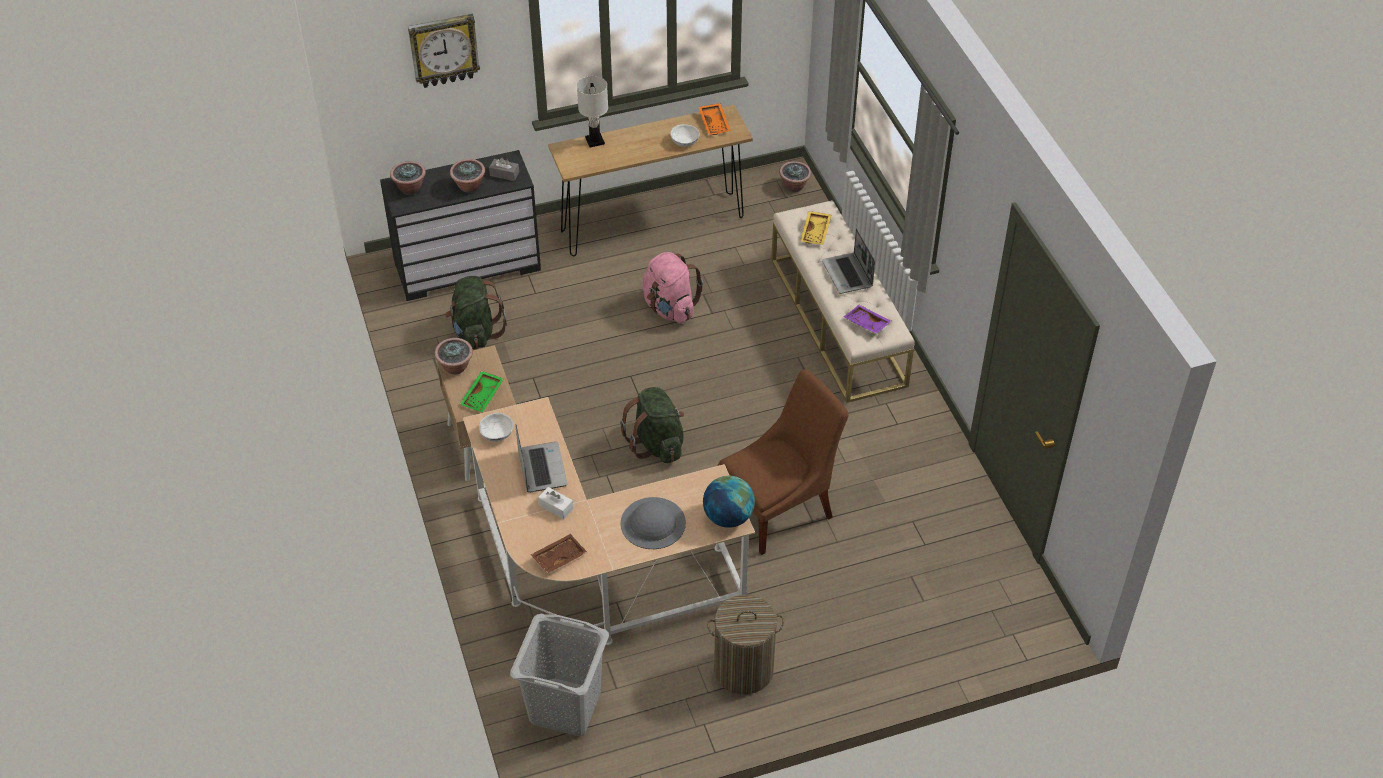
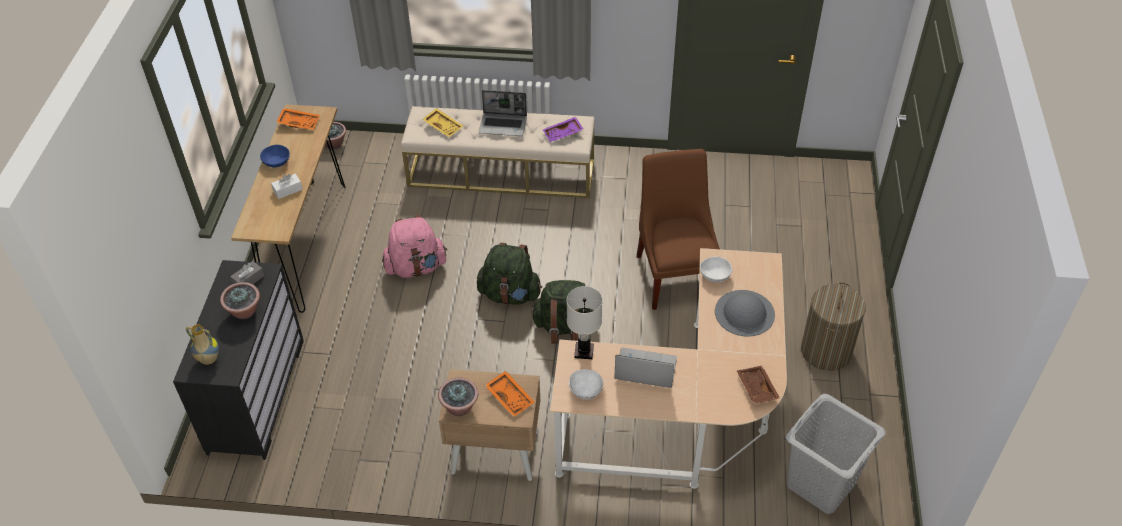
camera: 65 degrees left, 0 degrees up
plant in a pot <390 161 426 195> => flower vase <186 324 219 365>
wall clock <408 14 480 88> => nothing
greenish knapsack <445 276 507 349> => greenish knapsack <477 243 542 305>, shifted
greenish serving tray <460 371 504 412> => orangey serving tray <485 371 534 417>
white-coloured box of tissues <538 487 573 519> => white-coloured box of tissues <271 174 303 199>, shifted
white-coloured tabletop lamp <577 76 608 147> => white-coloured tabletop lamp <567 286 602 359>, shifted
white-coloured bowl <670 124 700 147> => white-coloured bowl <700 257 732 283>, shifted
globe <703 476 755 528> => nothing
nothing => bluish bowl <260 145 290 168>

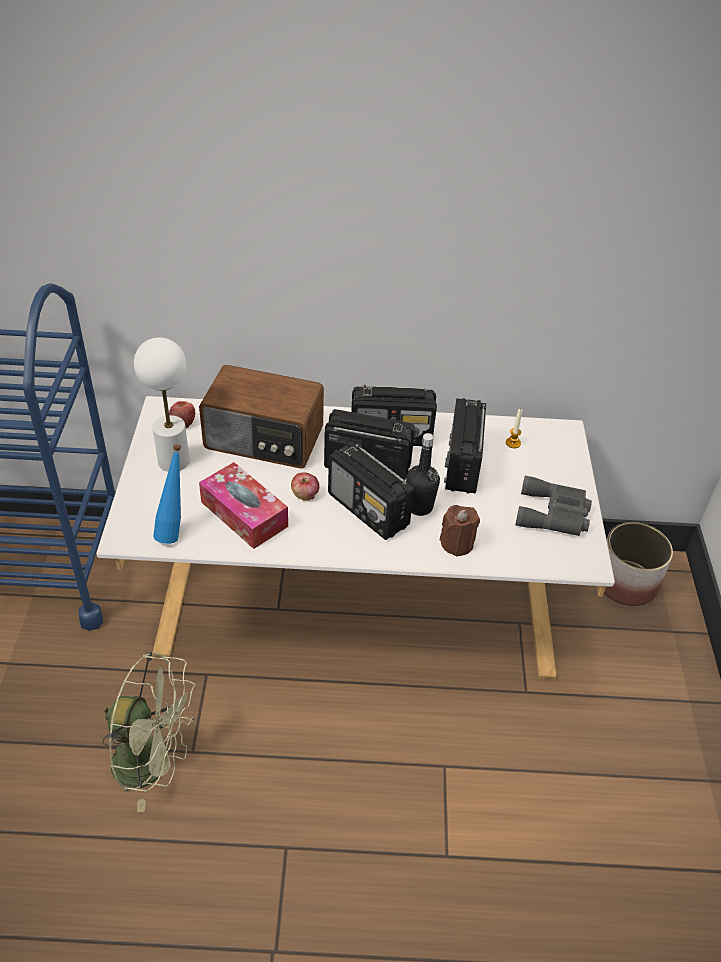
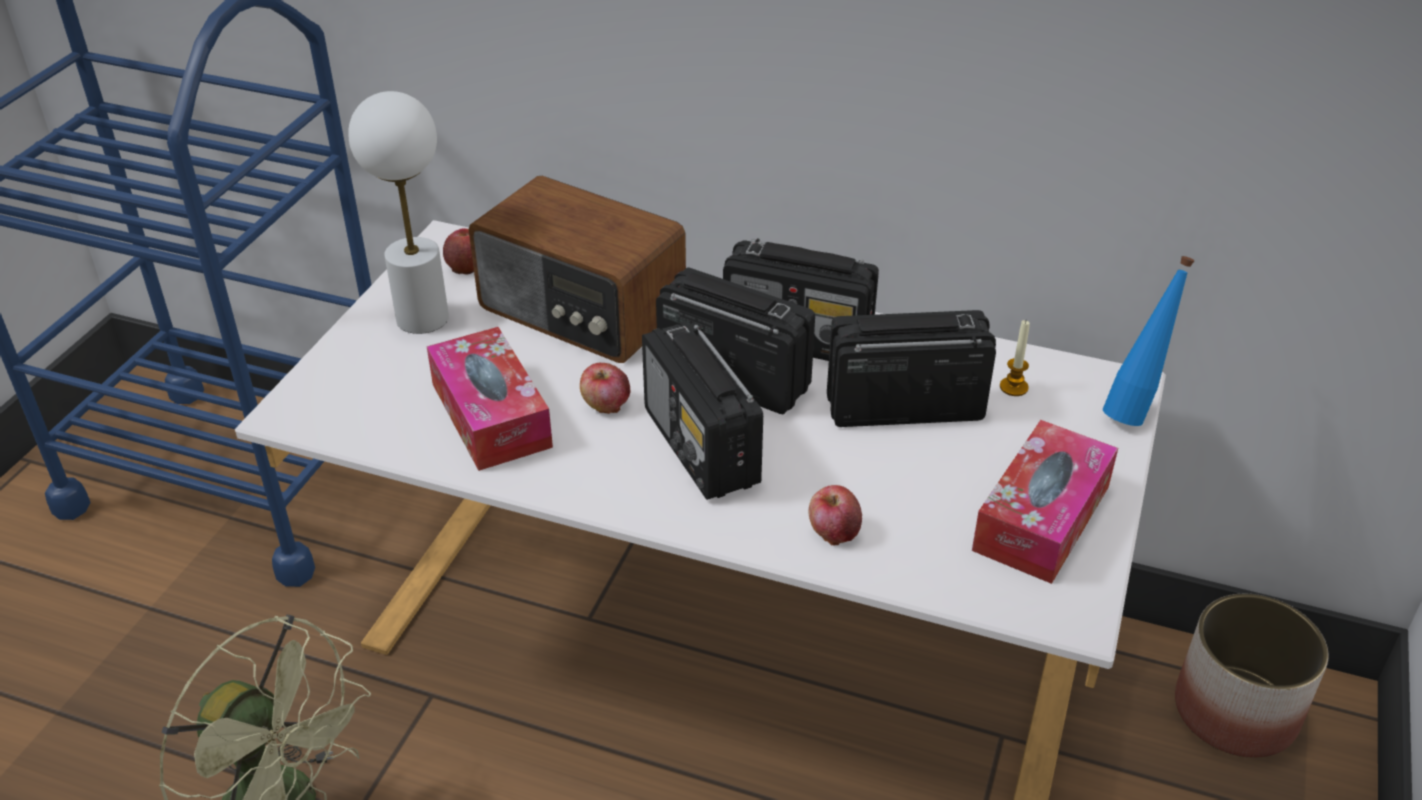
camera: 20 degrees right, 5 degrees down
bluish beverage bottle <153 444 181 544> => bluish beverage bottle <1103 256 1195 426>, shifted
blackish beverage bottle <406 433 440 516> => nothing
brown candle <440 505 480 557> => whole apple <809 485 862 546>
radio <444 398 486 494> => radio <827 310 996 427>, 60 degrees clockwise
gray pair of binoculars <515 476 592 536> => box of tissues <972 420 1118 584>

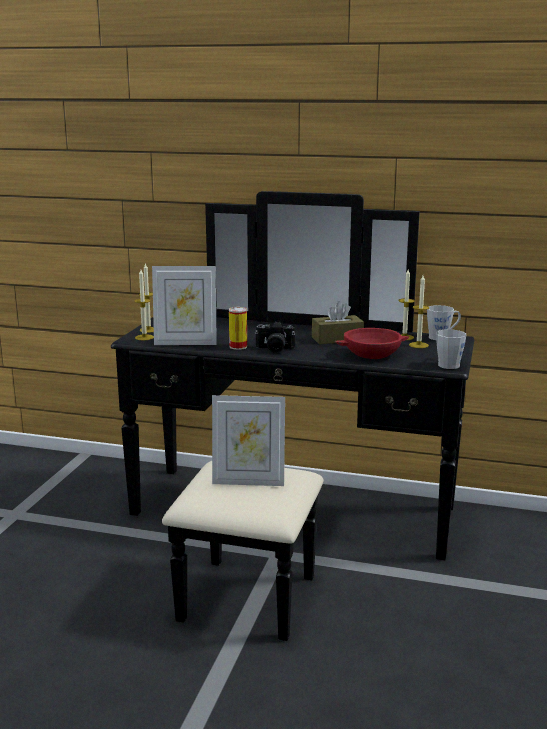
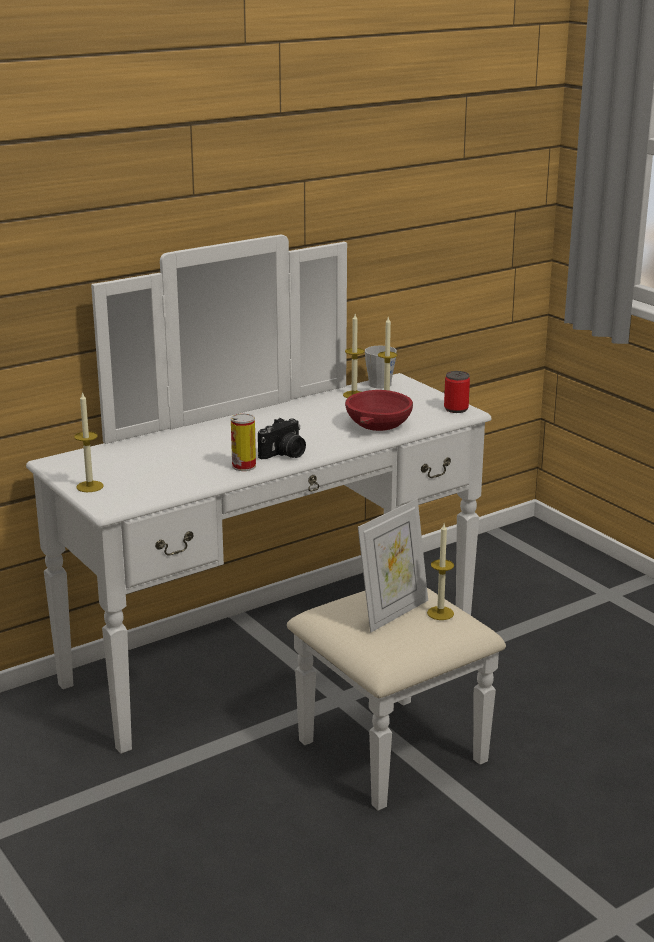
camera: 50 degrees left, 5 degrees up
blackish chest of drawers <111 191 474 641> => white-coloured chest of drawers <26 235 506 811>
candle <135 270 154 340> => candle <427 524 454 620>, shifted
photo frame <152 266 217 345> => nothing
brown box of tissues <312 301 364 344> => nothing
gray tea mug <436 329 466 369> => sealed can <444 371 470 413>

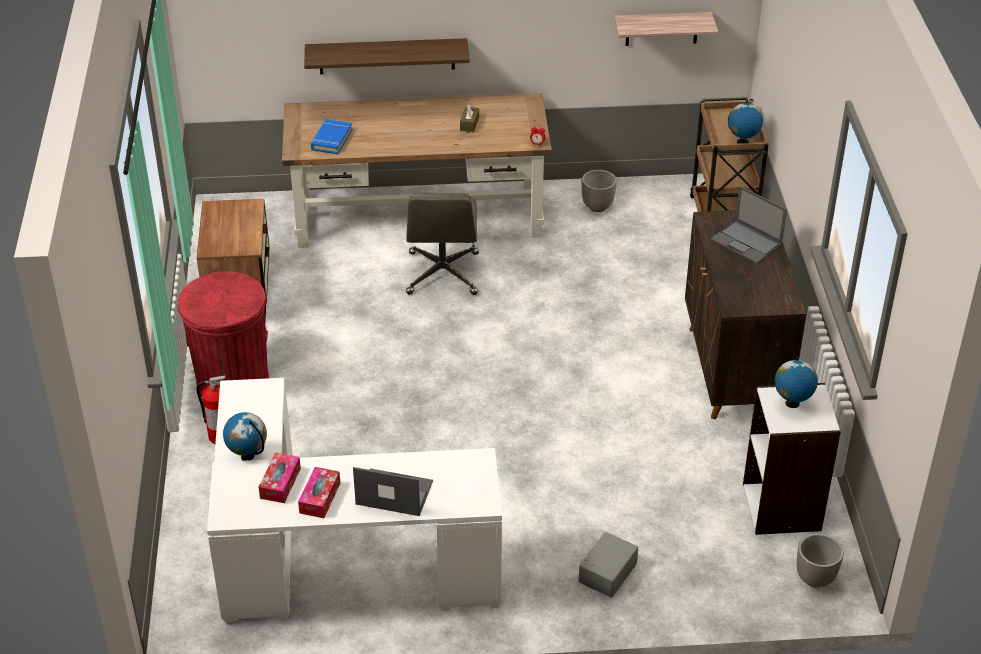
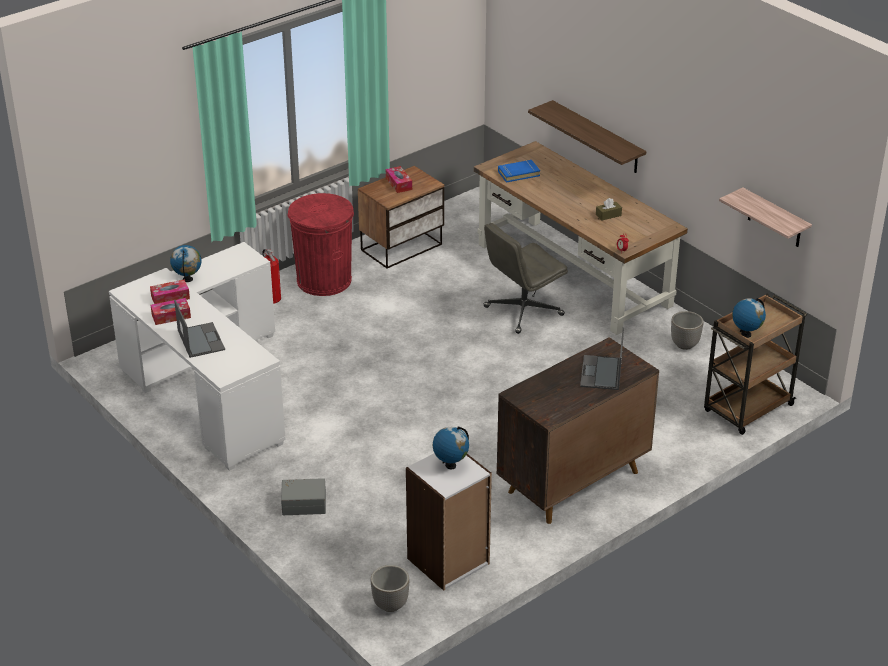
camera: 55 degrees right, 5 degrees down
nothing => box of tissues <386 166 412 193>

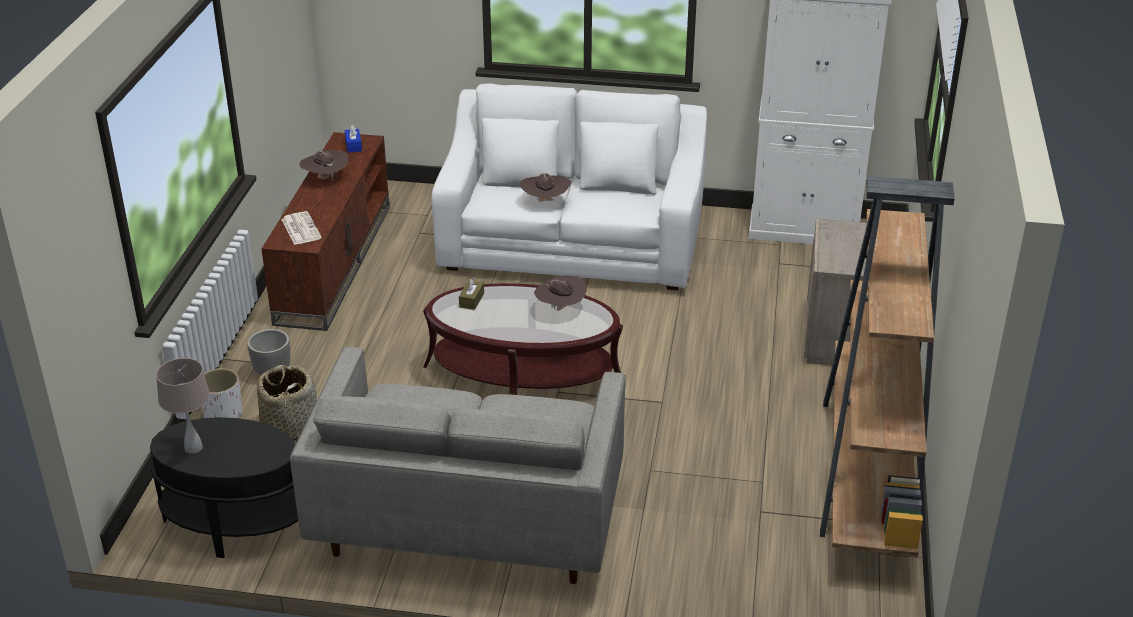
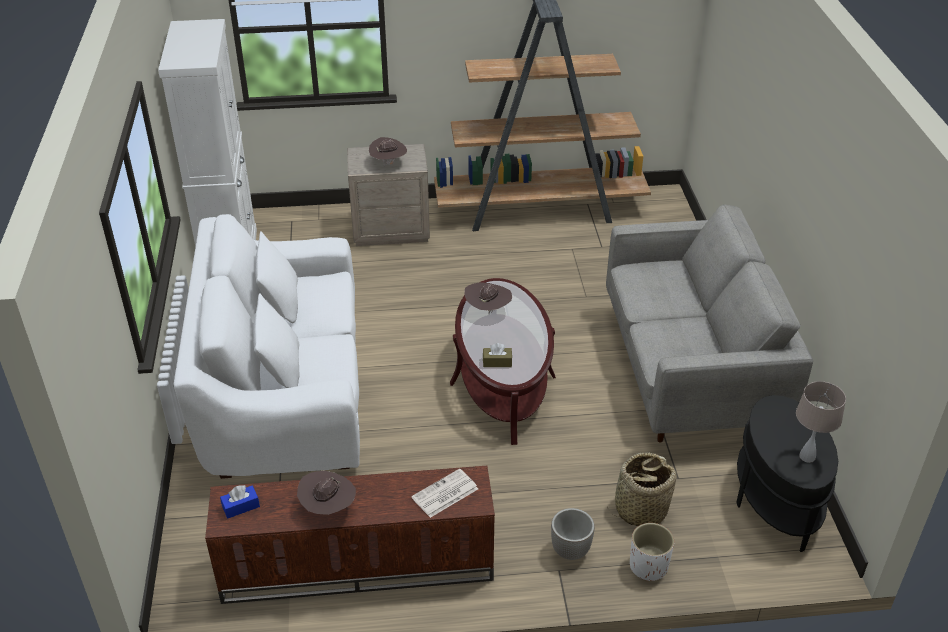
camera: 105 degrees left, 5 degrees up
brown hat <519 173 571 201> => brown hat <369 137 407 166>, shifted

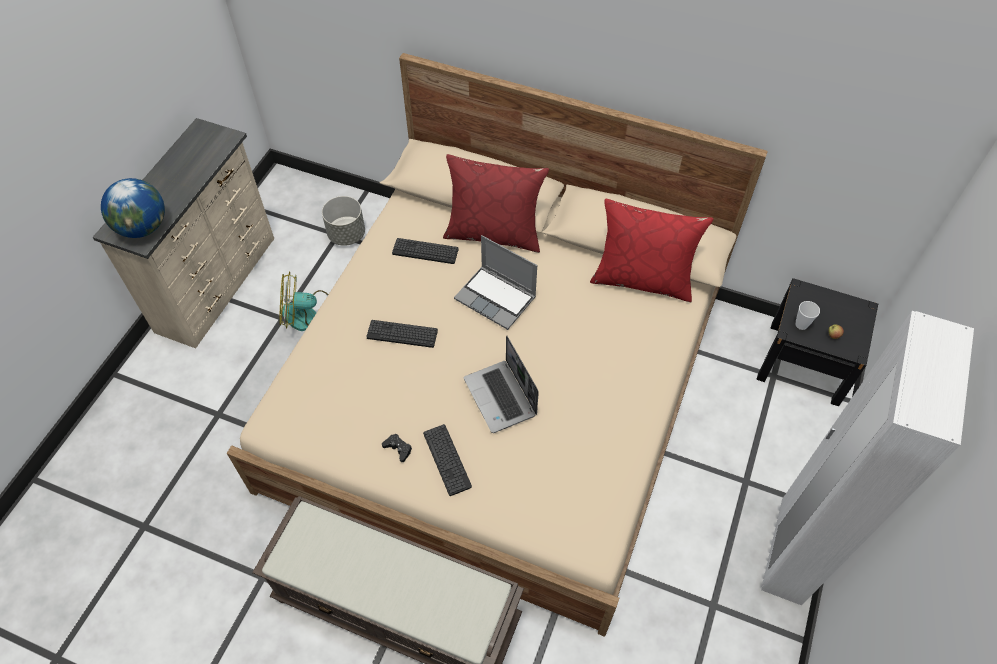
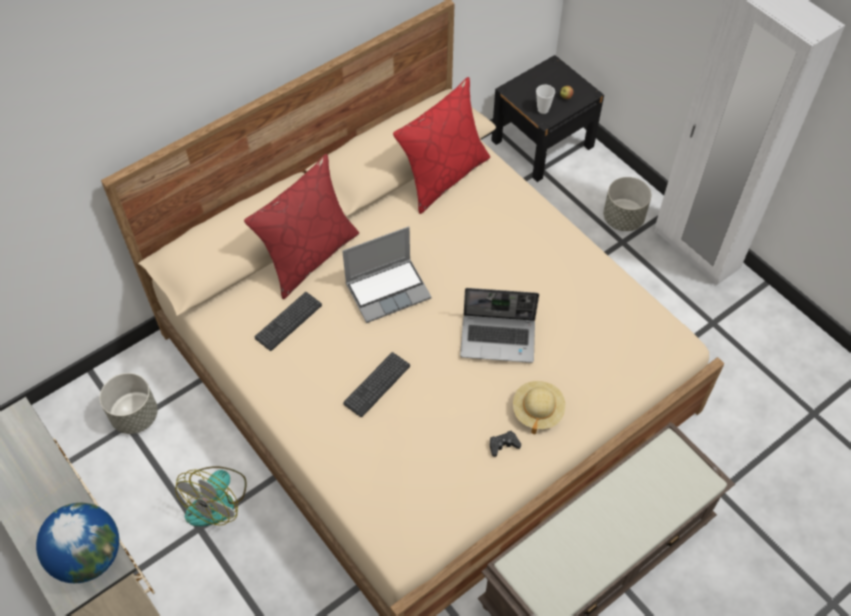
camera: 60 degrees left, 0 degrees up
PC keyboard <423 424 472 496> => sand-coloured hat <513 381 565 435>
nothing => gray flower pot <603 177 651 231>

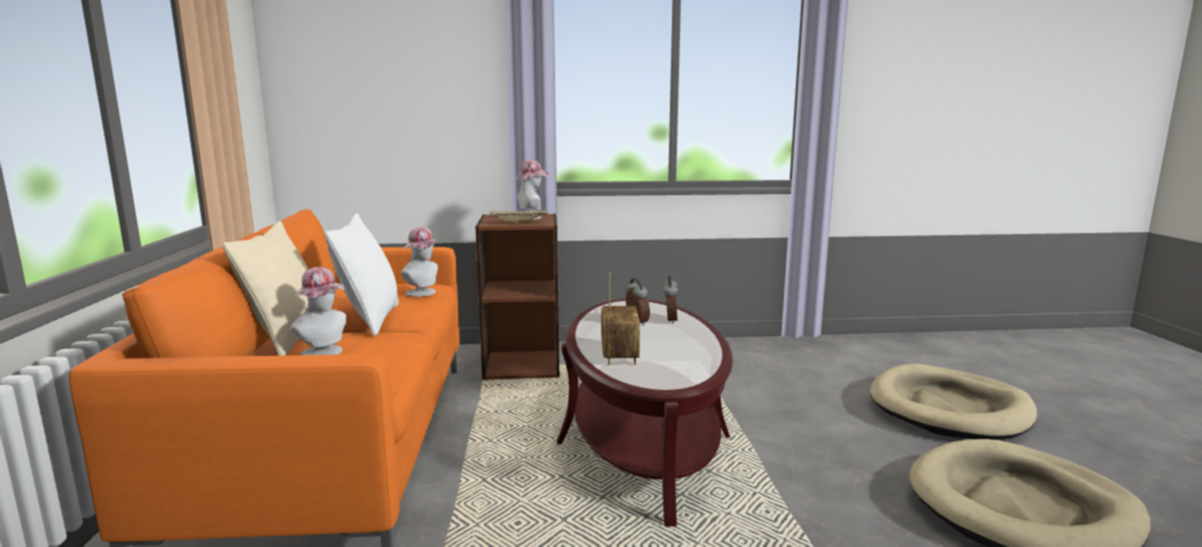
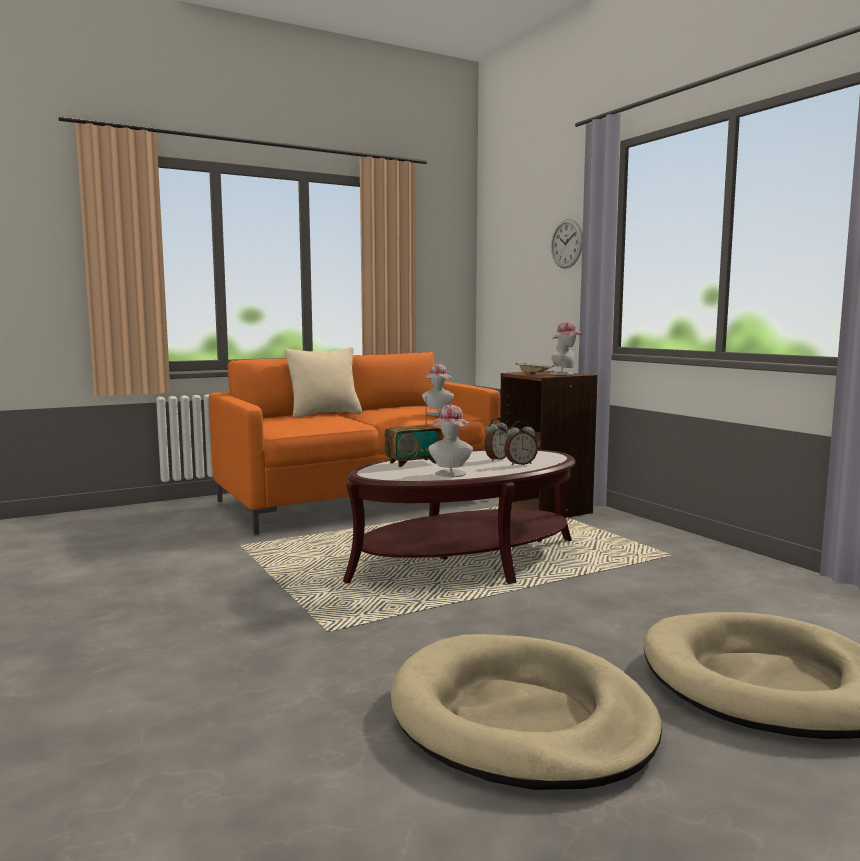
camera: 65 degrees right, 5 degrees down
hat <291 267 347 355> => hat <429 405 473 477>, shifted
white-coloured cushion <325 213 399 336> => nothing
nothing => wall clock <551 219 583 269>

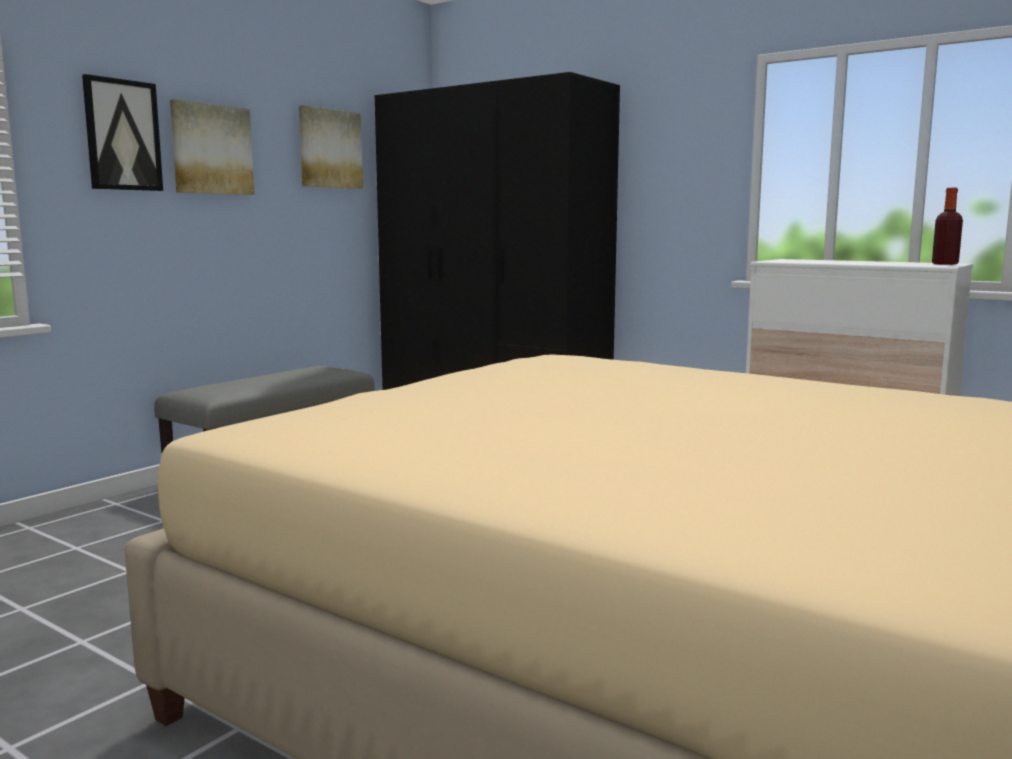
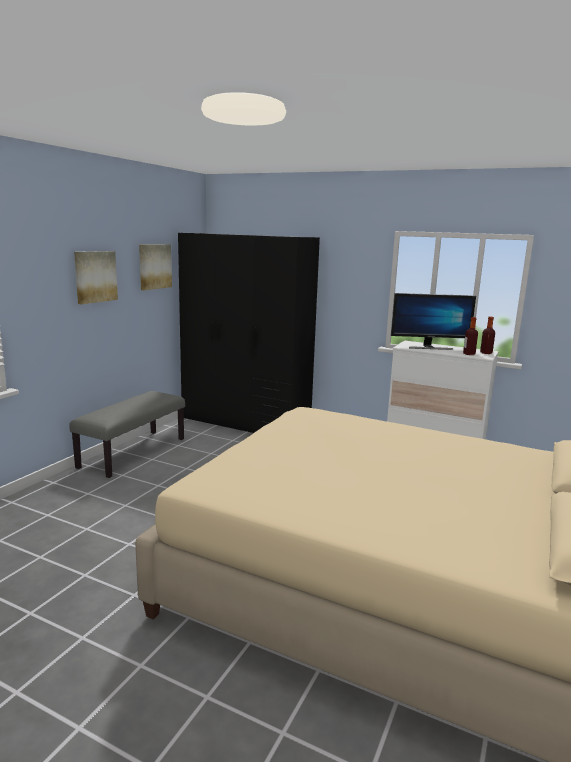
camera: 10 degrees left, 5 degrees up
wall art <82 74 163 191> => nothing
nothing => monitor <391 293 476 350>
nothing => beverage bottle <463 317 478 355>

